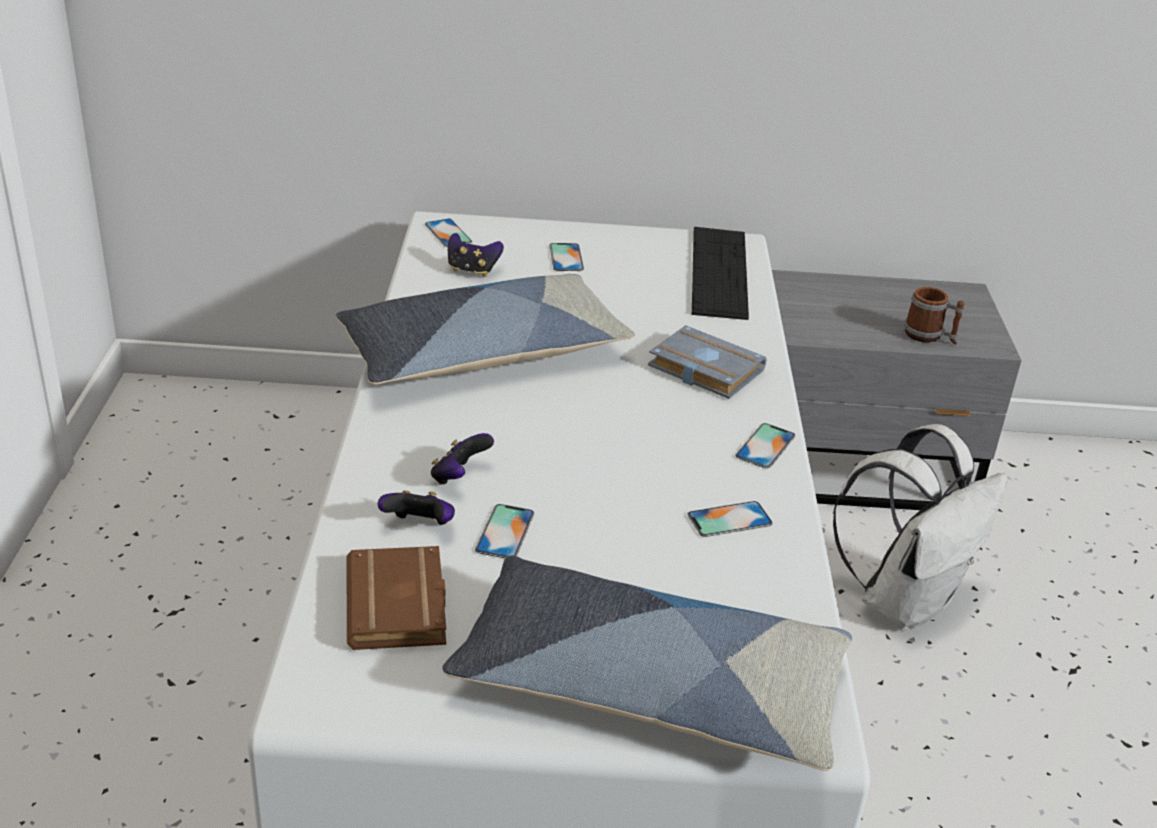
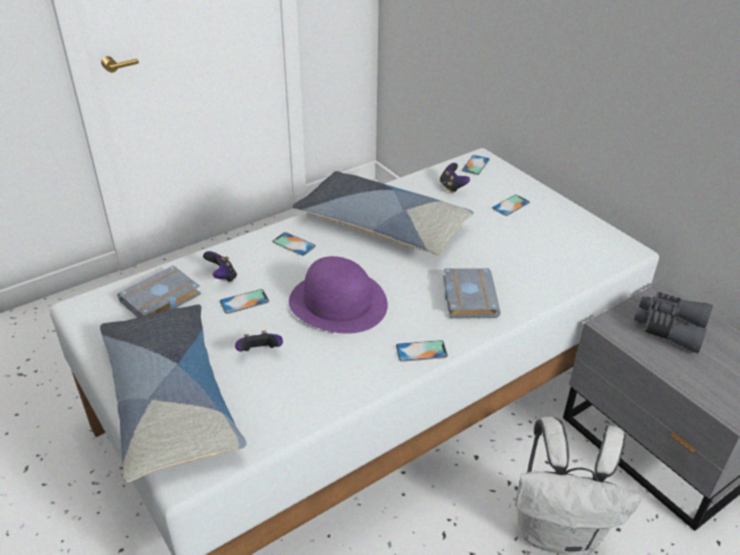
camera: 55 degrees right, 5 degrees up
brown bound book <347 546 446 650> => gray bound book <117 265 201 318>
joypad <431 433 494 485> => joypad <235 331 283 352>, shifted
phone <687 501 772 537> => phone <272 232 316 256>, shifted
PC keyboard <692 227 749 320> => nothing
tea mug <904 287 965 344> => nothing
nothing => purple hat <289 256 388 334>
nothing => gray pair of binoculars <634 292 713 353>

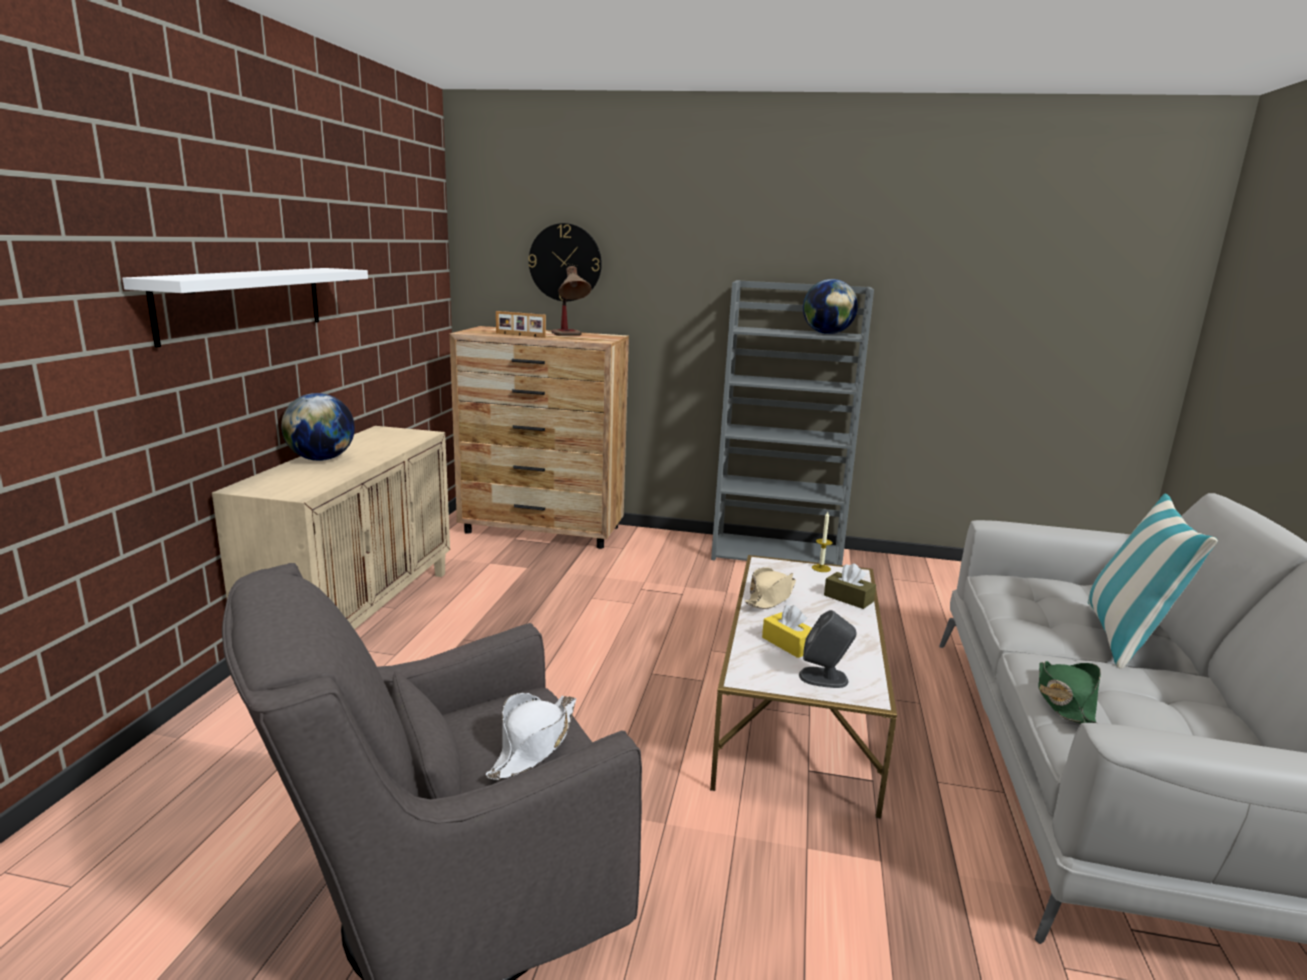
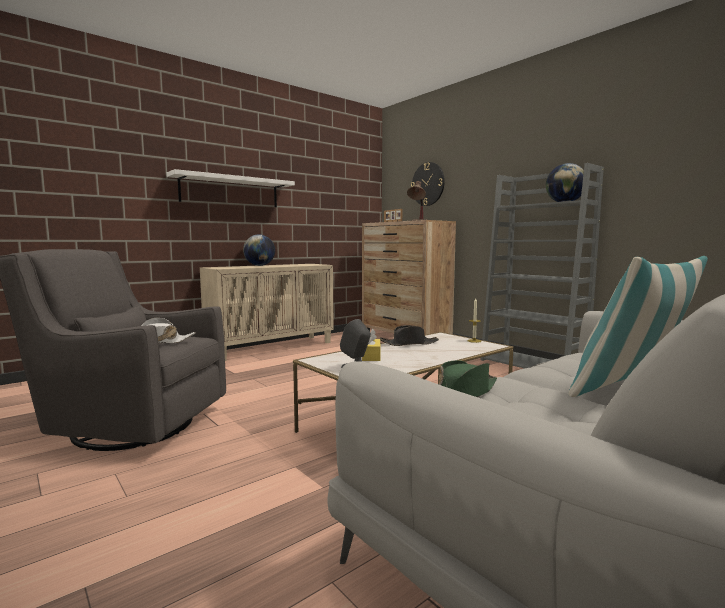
camera: 40 degrees right, 10 degrees down
sand-coloured hat <745 567 796 609> => blackish hat <380 325 439 346>
brown box of tissues <824 564 876 609> => nothing

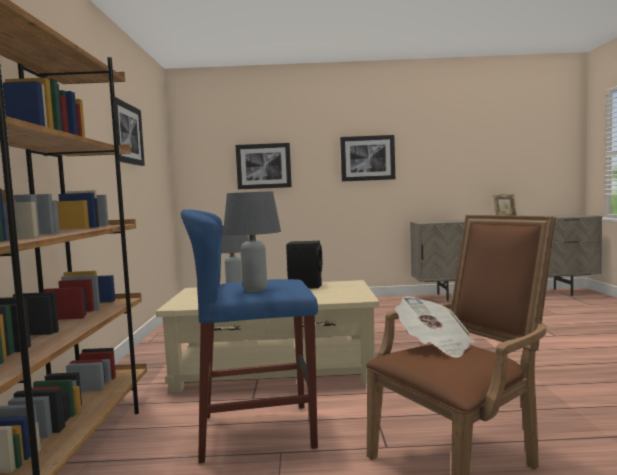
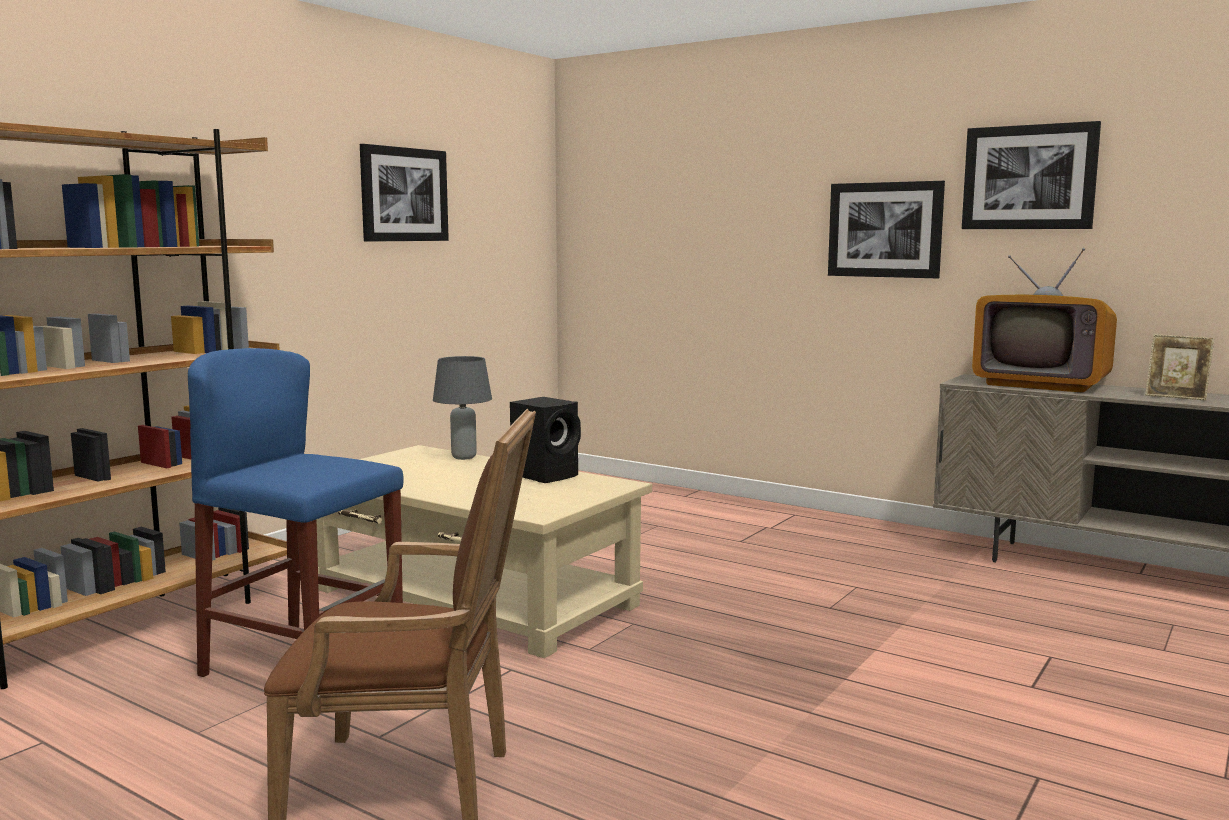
camera: 35 degrees right, 5 degrees up
gray tabletop lamp <223 191 281 292> => nothing
wall art <236 143 292 190> => wall art <962 121 1101 229>, shifted
newspaper <395 296 475 358> => nothing
nothing => TV set <972 248 1117 392>

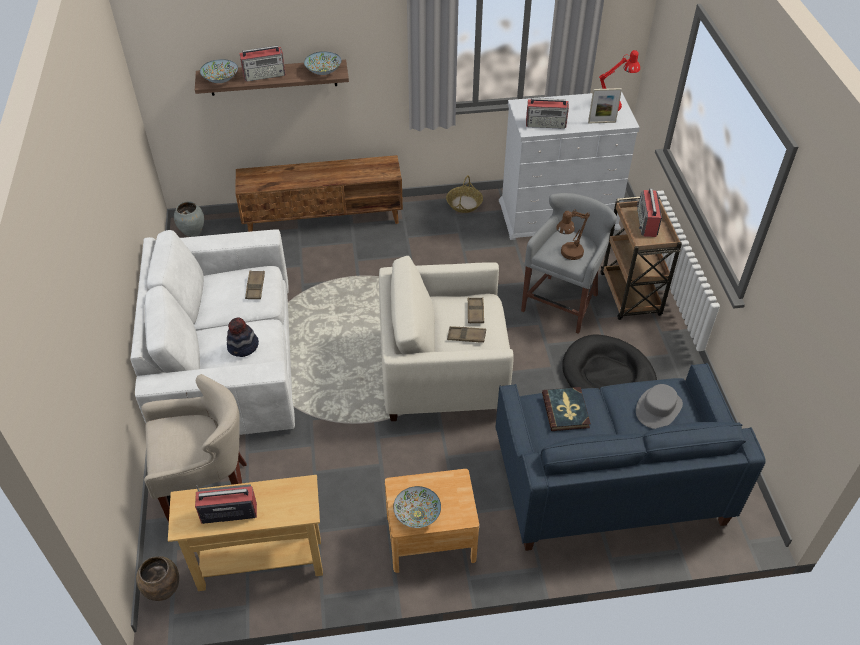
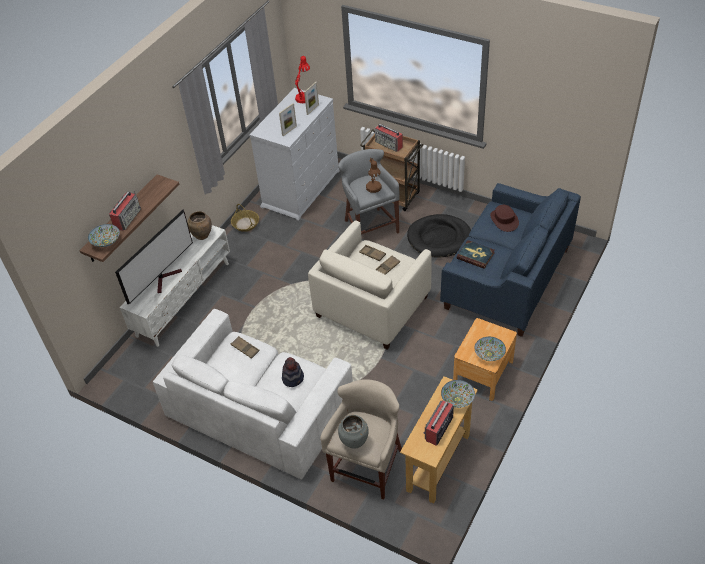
camera: 50 degrees left, 0 degrees up
brown flower vase <136 556 179 601> => brown flower vase <187 211 212 240>, shifted
gray flower vase <174 201 204 237> => gray flower vase <338 415 369 449>, shifted
brown tv unit <235 155 403 232> => white-coloured tv unit <120 225 230 347>
bowl <304 51 341 75> => bowl <441 380 475 408>, shifted
radio <526 98 569 129> => photo frame <279 103 297 136>
gray hat <636 384 683 429> => brown hat <490 205 519 232>
nothing => TV set <115 210 193 304>

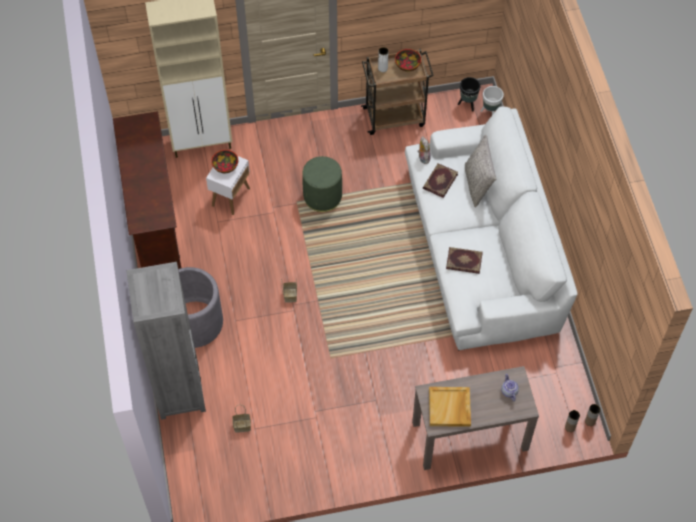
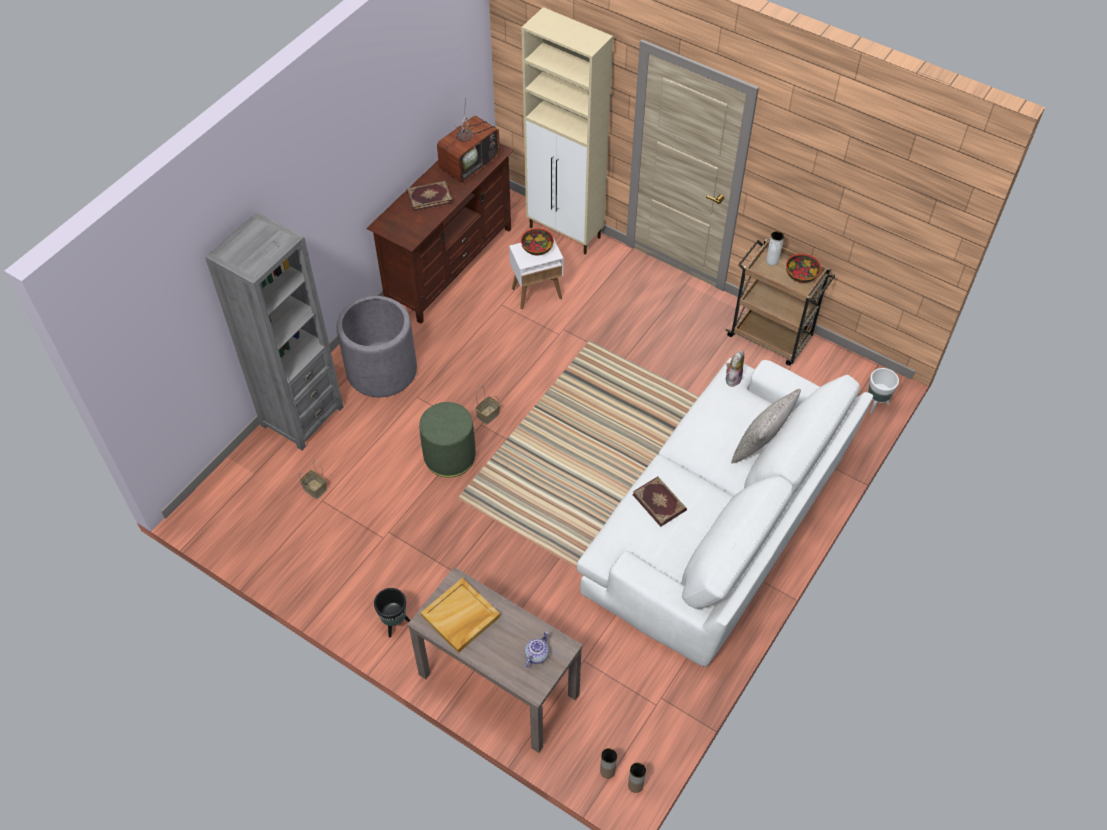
camera: 45 degrees right, 5 degrees down
greenish ottoman <302 156 342 212> => greenish ottoman <419 402 476 478>, shifted
bound book <423 163 458 198> => bound book <407 181 453 211>, shifted
blackish flower pot <458 77 481 111> => blackish flower pot <374 588 410 637>, shifted
nothing => TV set <437 98 500 183>

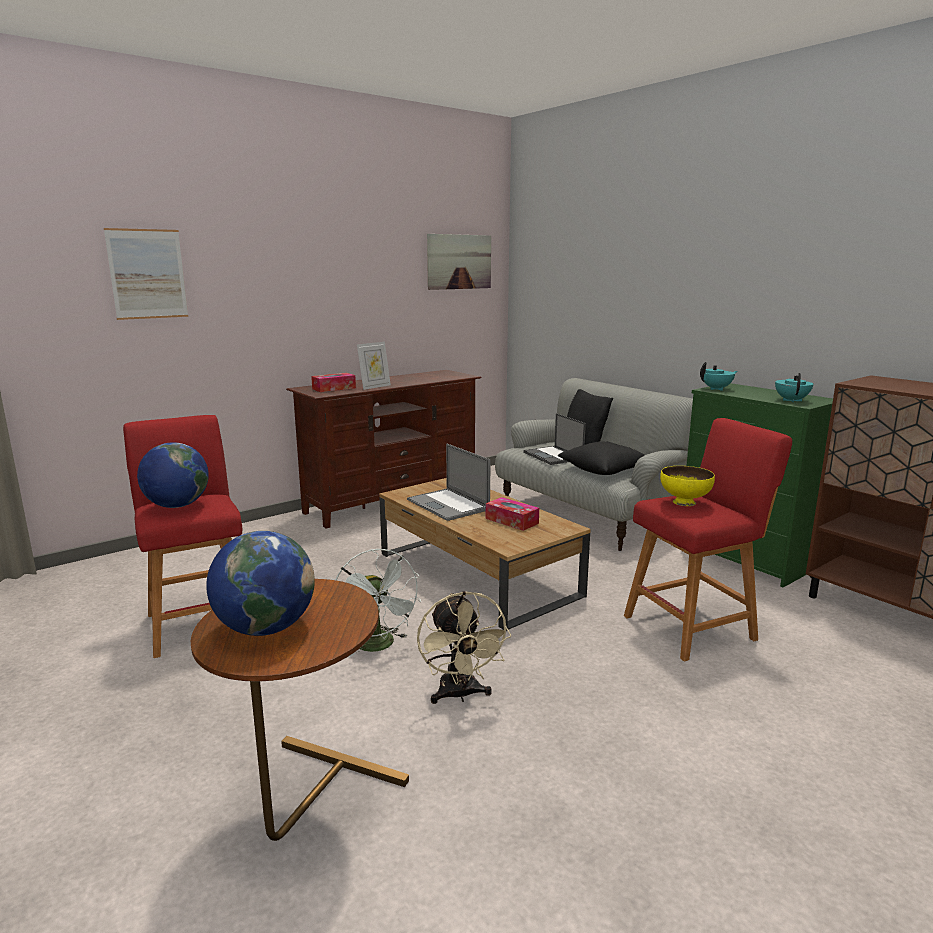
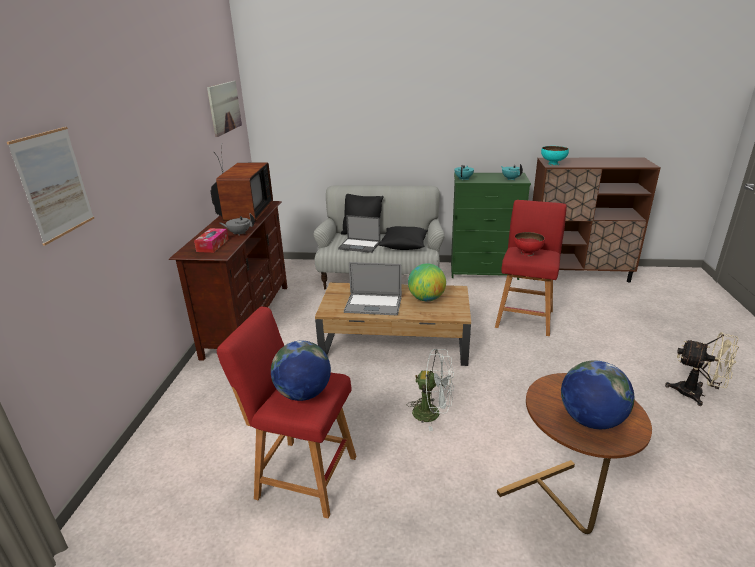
camera: 45 degrees left, 10 degrees up
photo frame <357 342 391 390> => gray teapot <220 213 255 235>
sand-coloured cooling fan <417 591 512 704> => sand-coloured cooling fan <665 332 739 406>, shifted
box of tissues <486 497 539 531> => globe <408 263 446 301>
yellowish bowl <660 466 715 506> => red-coloured bowl <514 232 545 256>
nothing => TV set <210 145 273 221>
nothing => blue-green bowl <541 146 569 166>

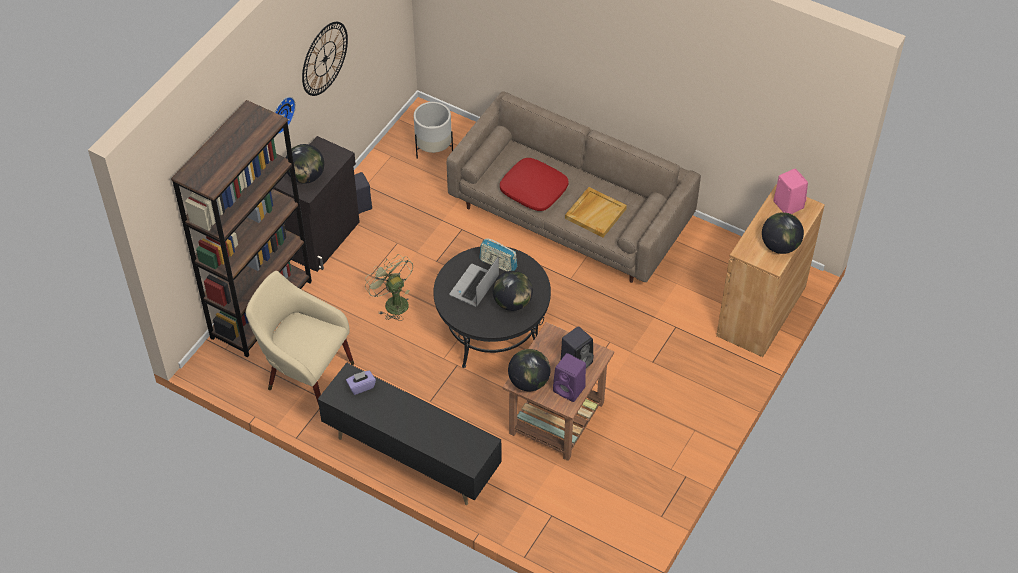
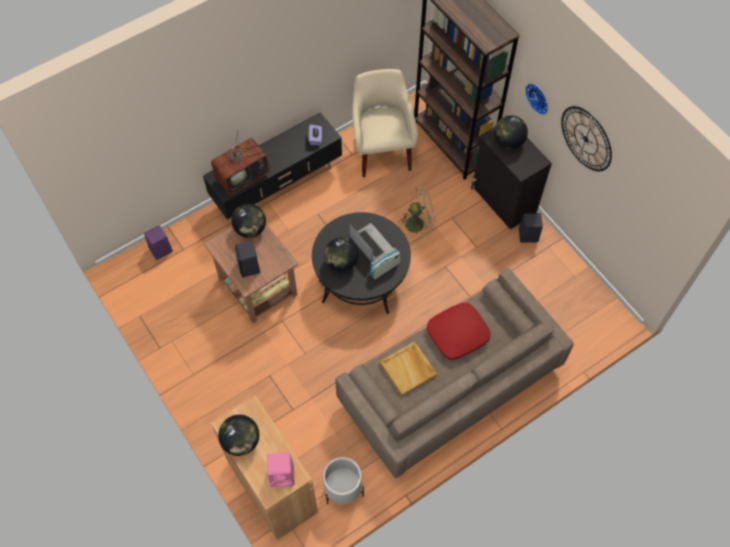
camera: 115 degrees right, 10 degrees up
sand-coloured lounge chair <246 271 354 405> => sand-coloured lounge chair <353 69 418 177>, 60 degrees counterclockwise
white-coloured flower pot <414 102 453 159> => white-coloured flower pot <323 457 364 505>, shifted
purple speaker <553 353 586 402> => purple speaker <144 225 173 260>, shifted
nothing => TV set <211 129 270 196>

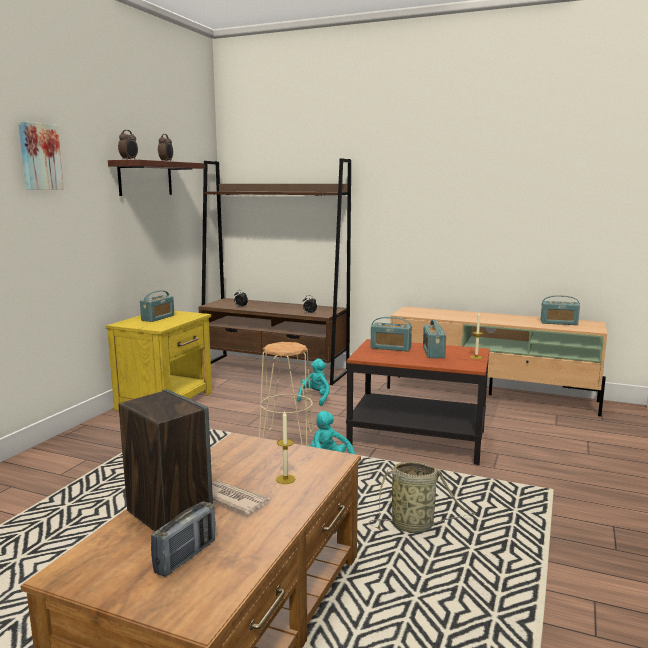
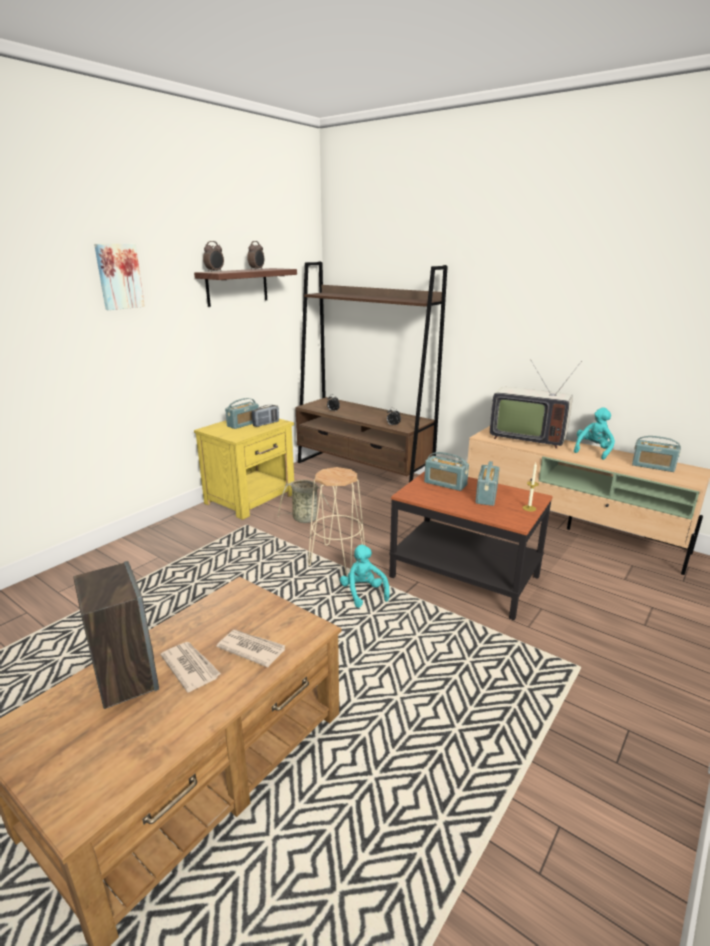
camera: 15 degrees right, 10 degrees up
radio <151 501 216 577> => radio <252 405 279 427>, shifted
candle <276 410 295 484> => newspaper <216 630 285 667>
blue-green cuddly toy <297 359 330 406> => blue-green cuddly toy <574 407 615 460>, shifted
storage basket <370 461 475 533> => storage basket <278 480 343 523>, shifted
nothing => TV set <490 361 582 449>

